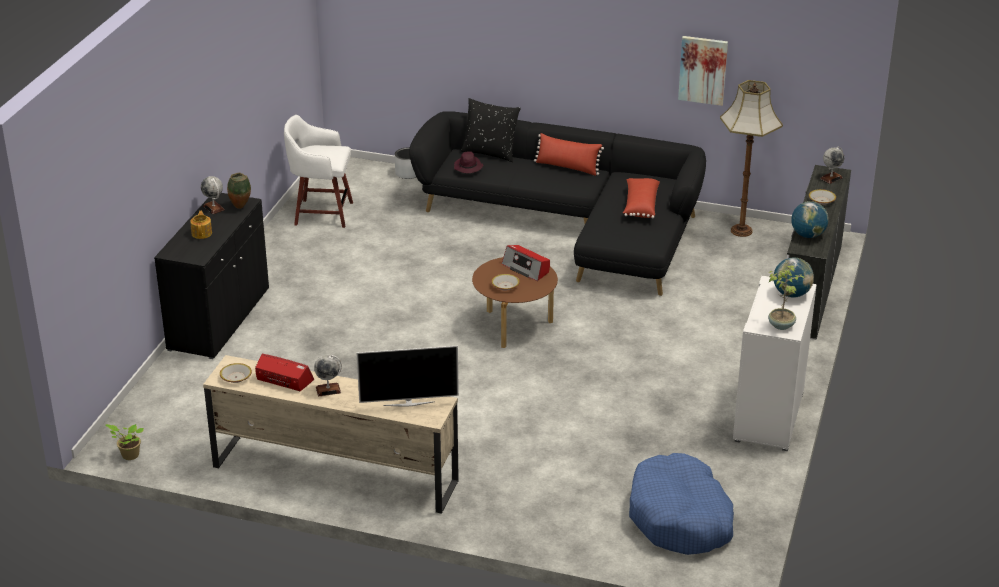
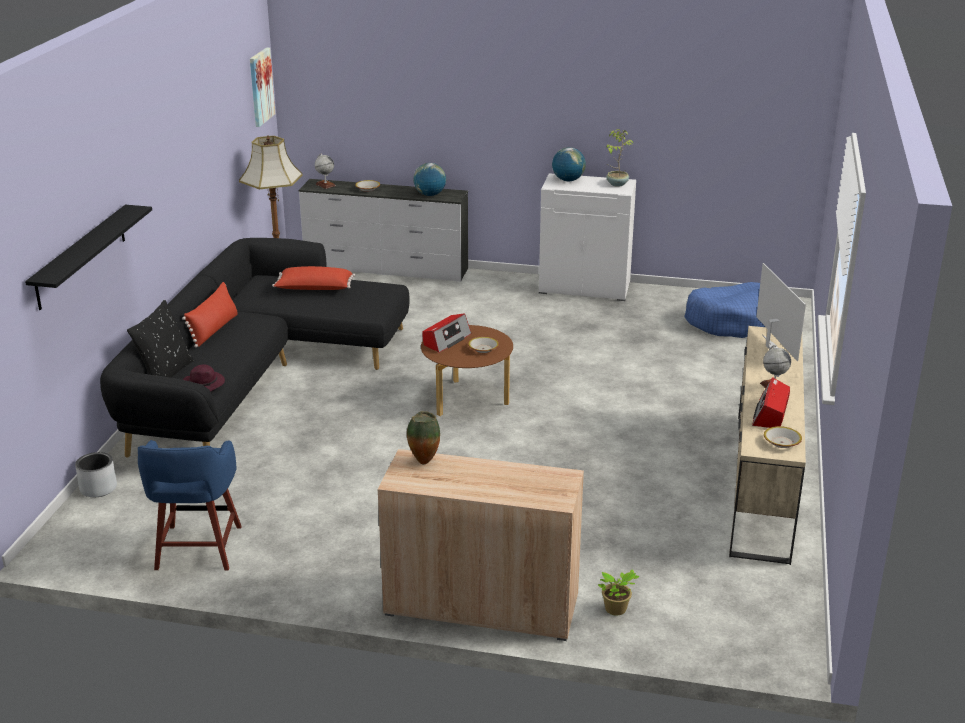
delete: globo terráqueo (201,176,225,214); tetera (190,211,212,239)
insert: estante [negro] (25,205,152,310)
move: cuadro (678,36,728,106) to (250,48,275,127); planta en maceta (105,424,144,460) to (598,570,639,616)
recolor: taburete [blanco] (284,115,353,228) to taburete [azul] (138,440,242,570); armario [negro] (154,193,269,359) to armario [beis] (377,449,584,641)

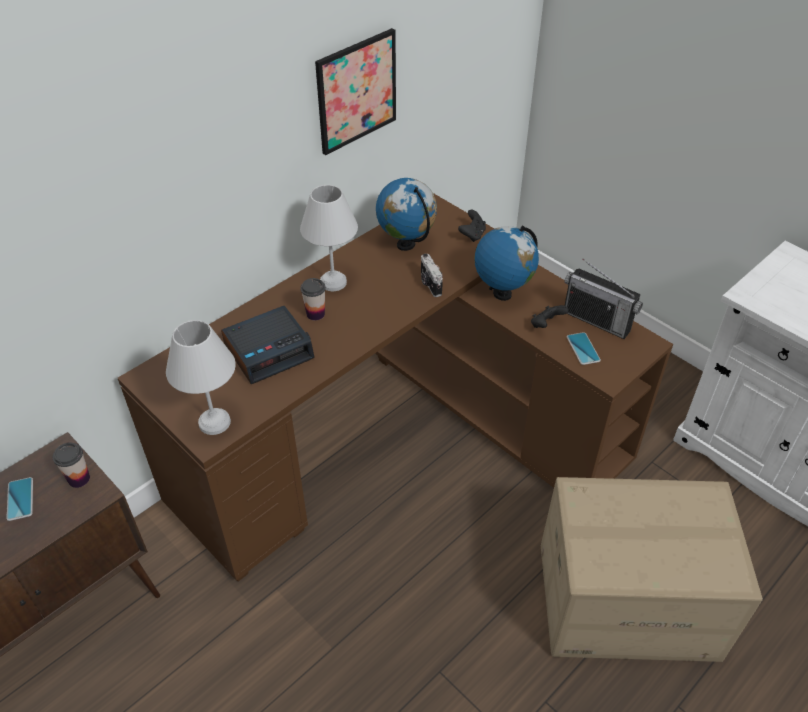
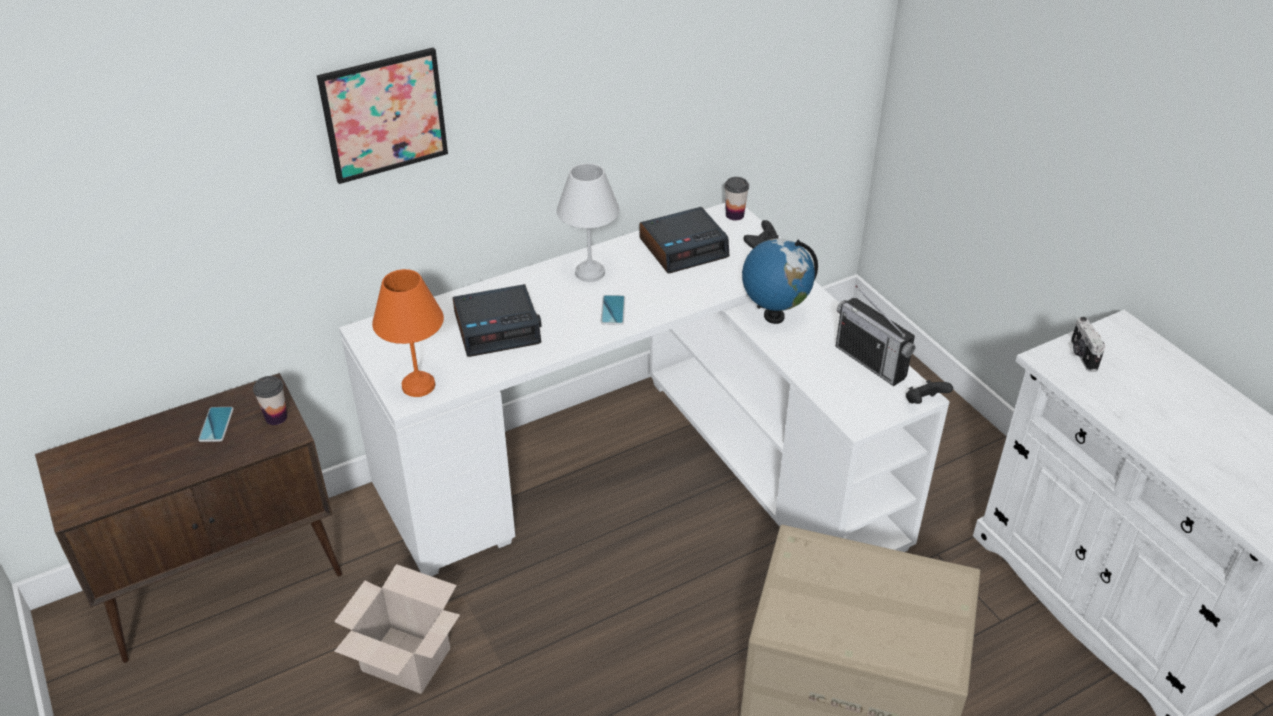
insert: caja de cartón (334,564,460,694)
move: cuadro (315,28,396,155) to (317,47,448,184); cámara (421,254,443,297) to (1071,317,1105,372); taza (300,278,326,320) to (724,177,749,220); mando de consola [negro] (531,305,569,328) to (906,380,953,404); móvil (567,332,601,365) to (601,295,625,325)
replace: globo terráqueo (376,178,437,251) to despertador (639,207,729,273)
recolor: escritorio [marrón] (118,193,673,582) to escritorio [blanco] (339,203,950,576); lámpara de mesa [blanco] (166,320,236,435) to lámpara de mesa [naranja] (372,269,444,397)

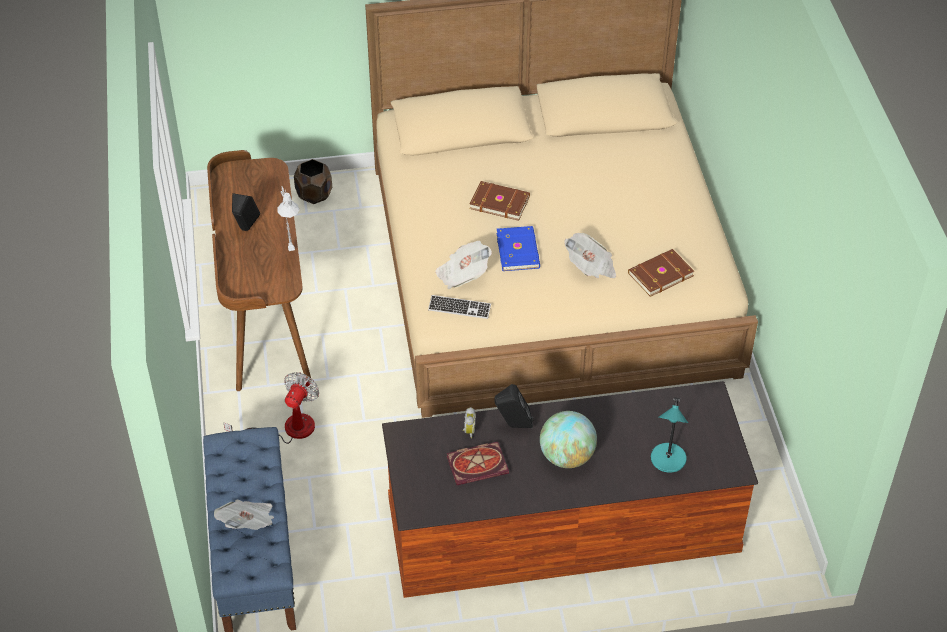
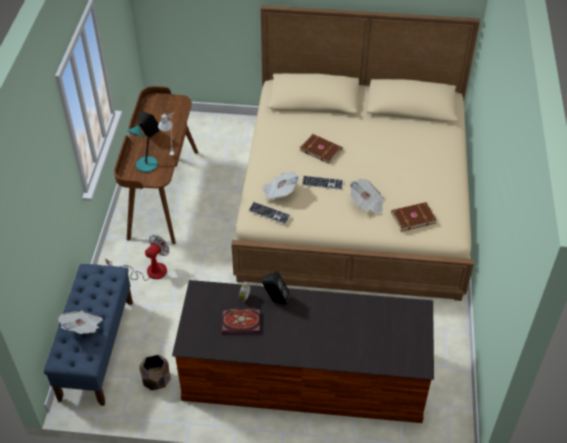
delete: globo terráqueo (540,411,597,468)
move: maceta [marrón] (294,159,332,204) to (140,355,171,390); lámpara de mesa [turquesa] (651,397,688,472) to (127,121,158,172)
replace: libro [azul] (496,226,540,271) to teclado (302,175,343,190)

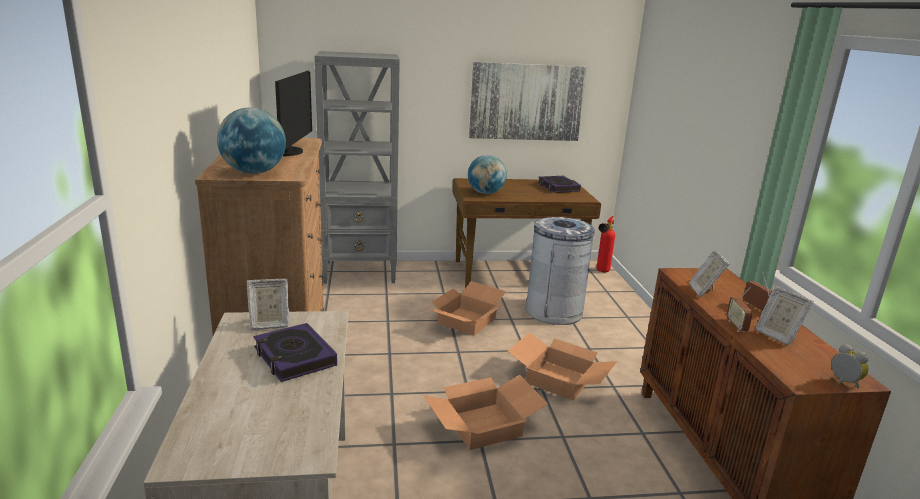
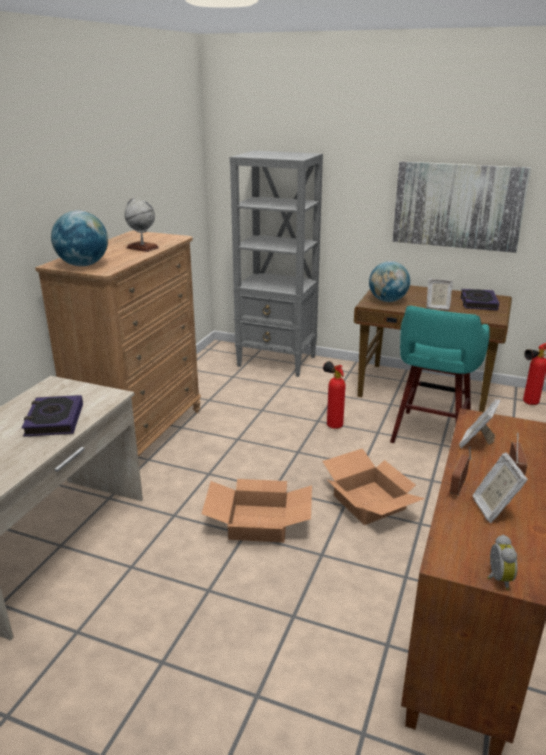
move: portarretratos (247,279,289,330) to (426,278,453,310)
replace: monitor (275,71,312,156) to globo terráqueo (124,198,159,252); papelera [gris] (526,217,595,325) to taburete [turquesa] (390,306,490,443); caja de cartón (428,281,506,336) to extintor (323,361,346,429)

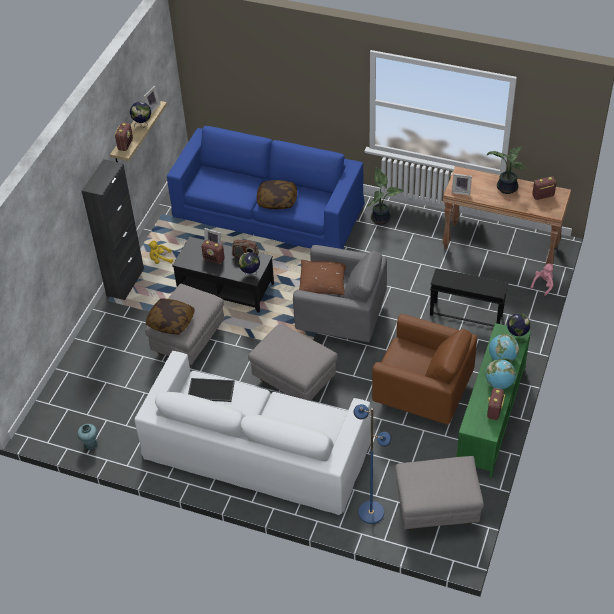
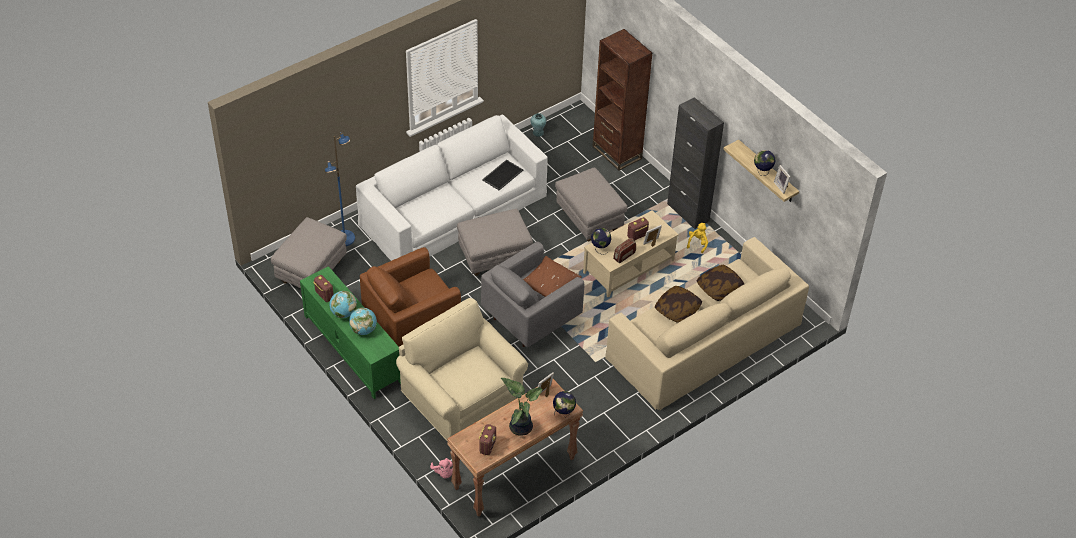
delete: radio (114,123,133,151); planta en maceta (367,167,403,225)
insert: estantería [marrón] (592,29,653,171)
move: cojín (146,299,194,334) to (696,265,744,301); globo terráqueo (507,313,530,343) to (553,391,576,417)
replace: mesa auxiliar [negro] (430,269,508,327) to sillón [beis] (396,298,528,442)
recolor: sofá [azul] (167,126,364,249) to sofá [beis] (605,237,809,410); mesa de centro [negro] (172,236,274,313) to mesa de centro [beis] (583,210,679,297)

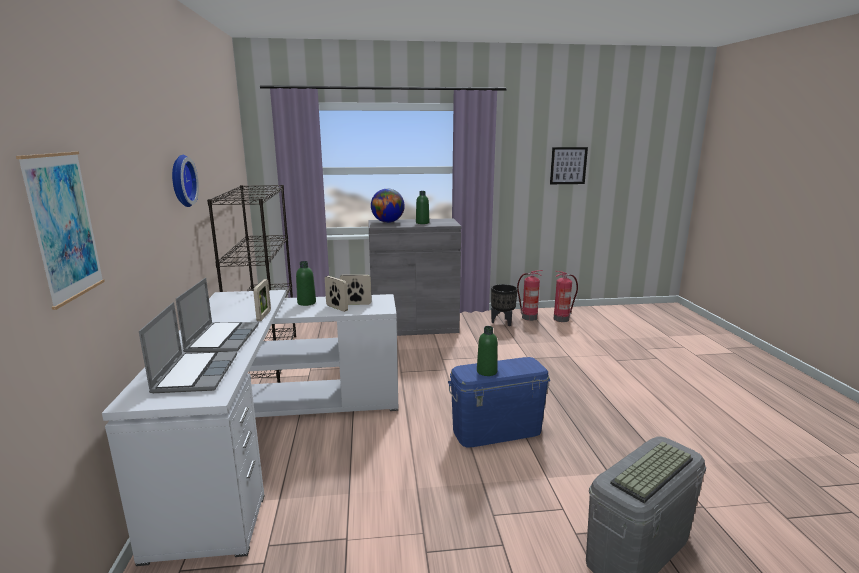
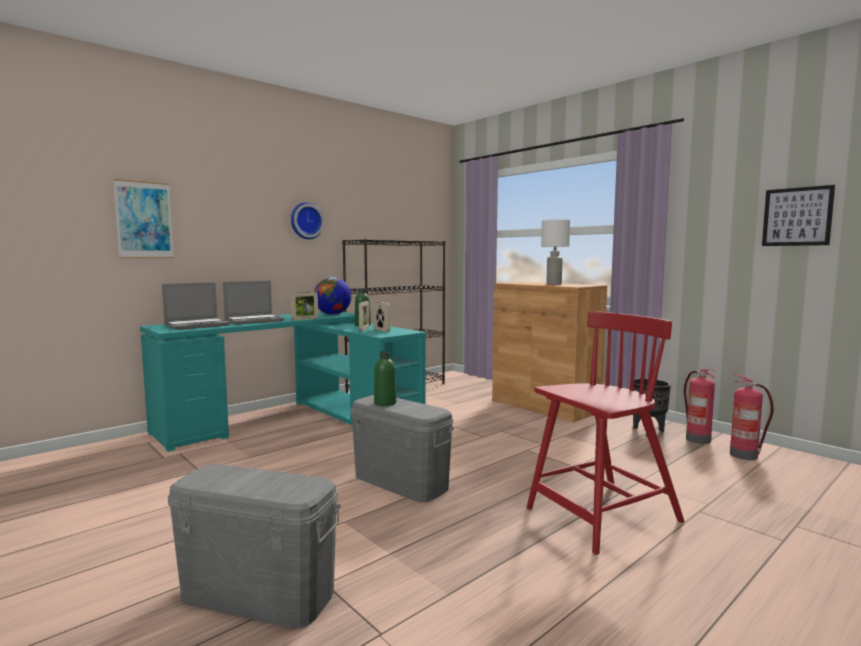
delete: teclado (610,441,693,503)
insert: silla [rojo] (527,311,685,555)
move: globo terráqueo (371,189,405,223) to (314,277,352,315)
replace: botella [verde] (416,191,429,224) to lámpara de mesa [blanco] (541,220,570,285)
recolor: armario [gris] (369,218,461,336) to armario [marrón] (492,282,607,423); escritorio [blanco] (102,290,398,566) to escritorio [turquesa] (140,312,426,452); caja de almacenaje [azul] (448,357,550,448) to caja de almacenaje [gris] (351,395,454,502)

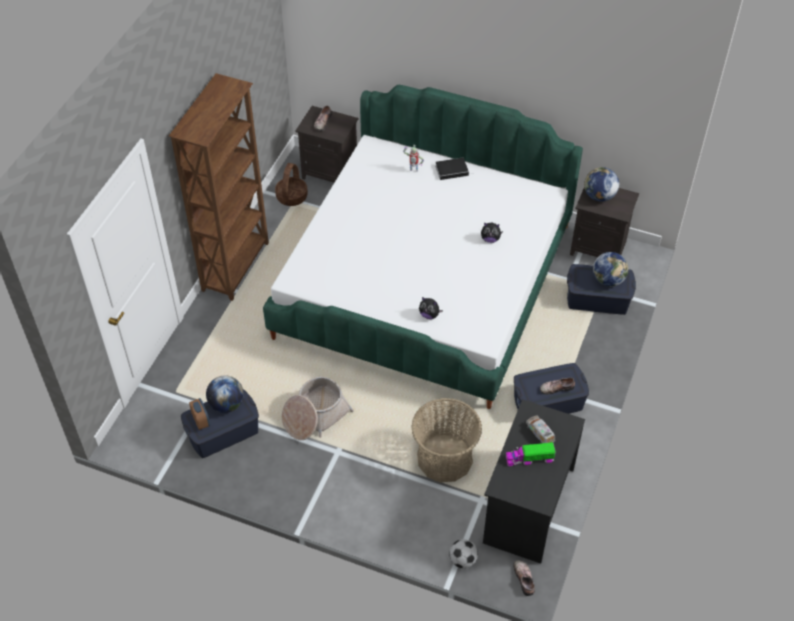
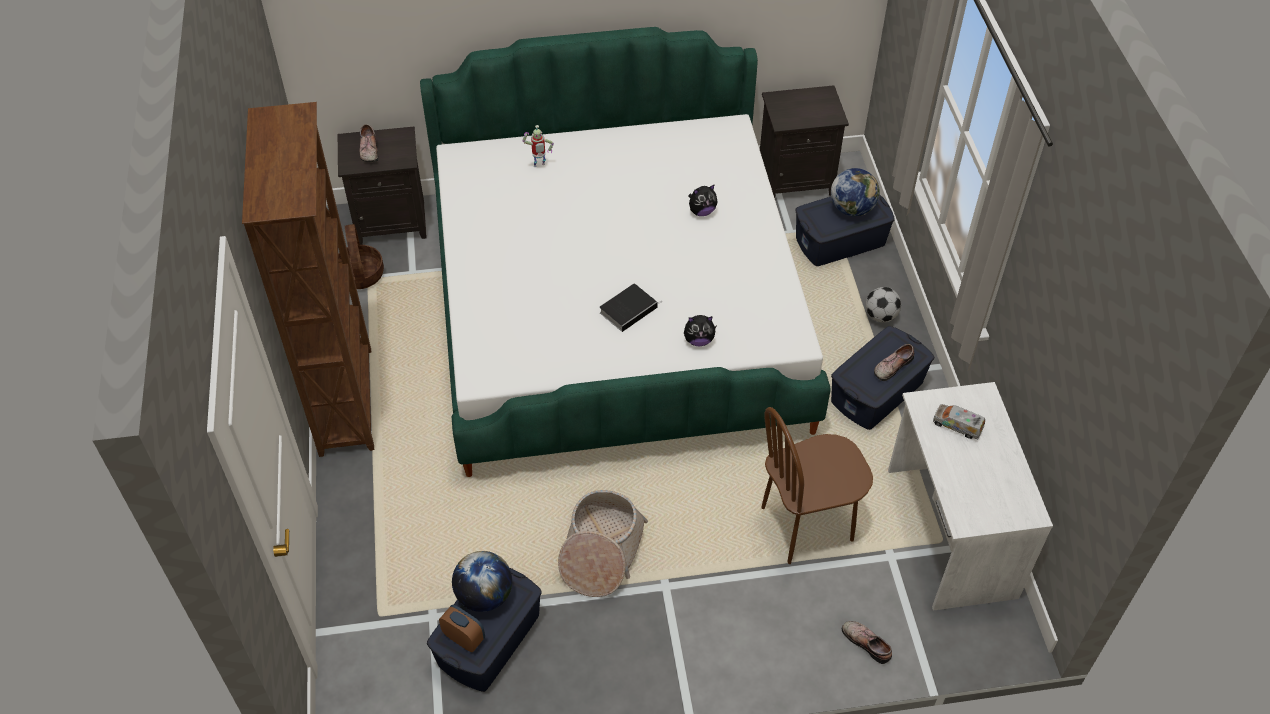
delete: globo terráqueo (584,167,619,202); camión de juguete (505,442,556,466)
move: libro (435,158,471,180) to (600,284,661,332); balón de fútbol (449,539,478,569) to (866,287,901,323); zapato (513,560,535,596) to (842,621,892,664)
replace: cesta (411,398,482,483) to silla [marrón] (761,407,873,564)
recolor: escritorio [negro] (483,399,585,564) to escritorio [blanco] (888,382,1053,611)

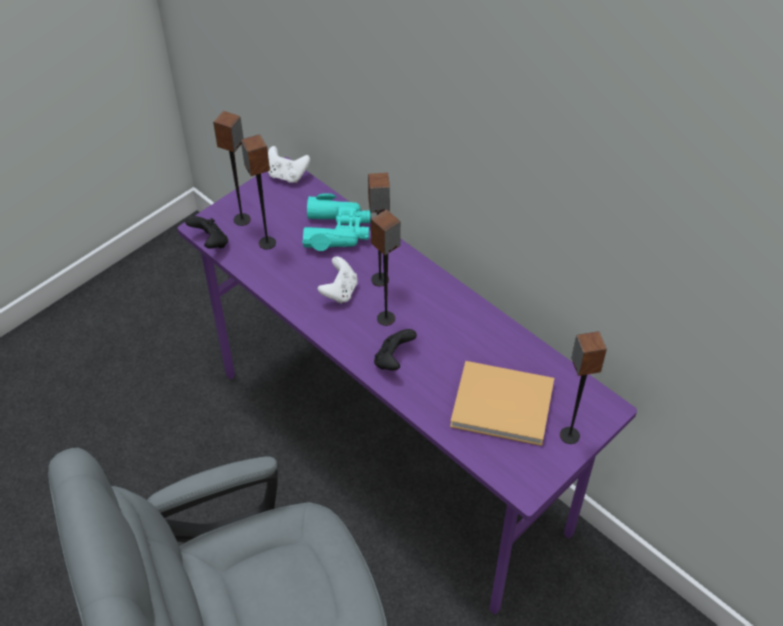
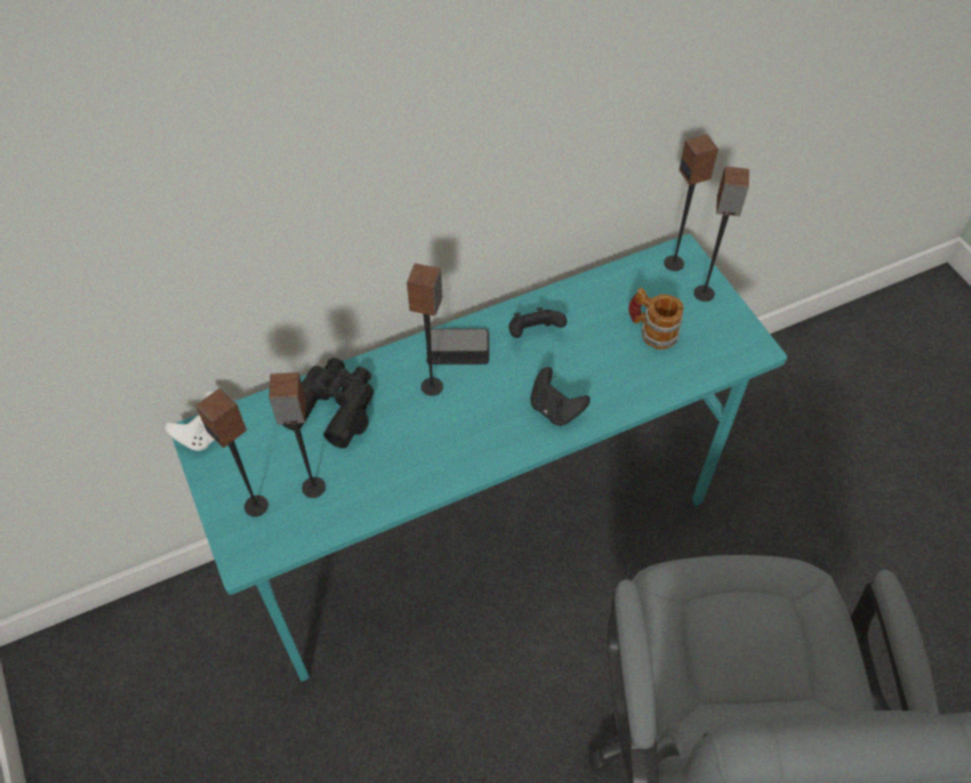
delete: mando de consola [blanco] (318,256,358,304)
insert: móvil (427,328,489,365)
move: altavoz (371,209,401,326) to (664,134,719,271); mando de consola [negro] (185,216,228,249) to (509,307,567,338)
replace: libro [beis] (450,361,554,446) to taza grande (629,288,684,350)
recolor: escritorio [morado] (177,157,637,614) to escritorio [turquesa] (172,234,787,682); prismáticos [turquesa] (302,193,371,251) to prismáticos [negro] (282,358,374,448)

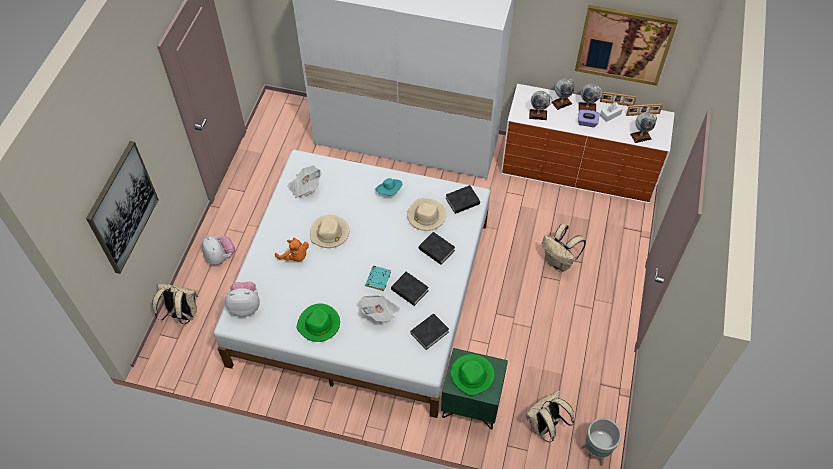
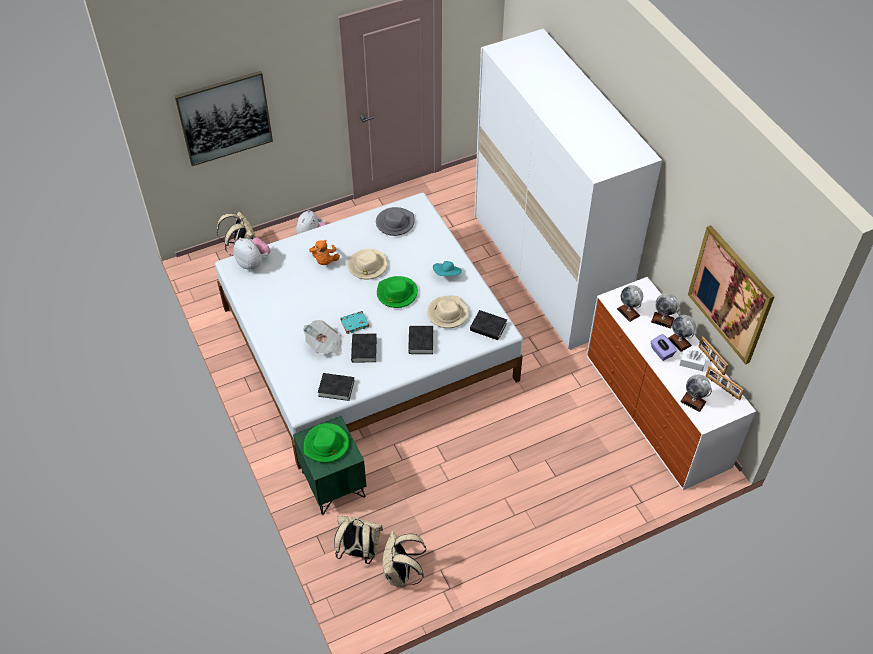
delete: maceta [gris] (581,418,622,466)
move: mochila [beis] (542,224,586,272) to (382,531,426,586); sombrero [verde] (296,304,340,342) to (377,276,418,308)
replace: periódico (287,165,322,198) to sombrero [gris] (376,207,415,236)

